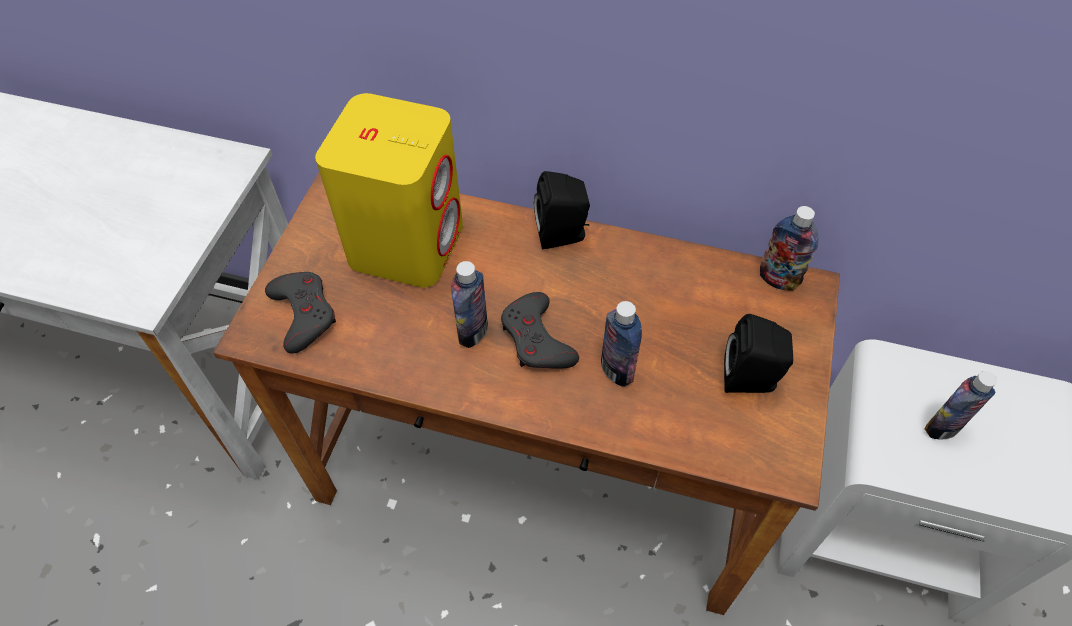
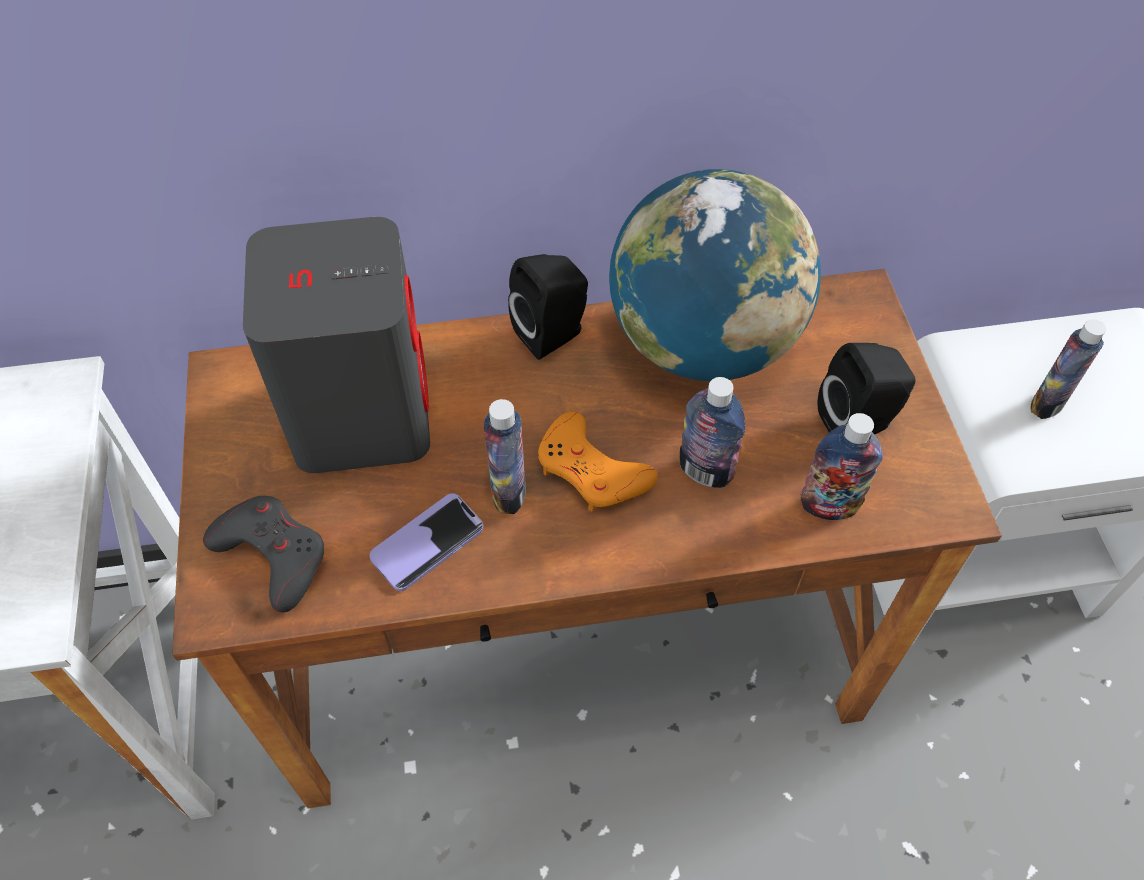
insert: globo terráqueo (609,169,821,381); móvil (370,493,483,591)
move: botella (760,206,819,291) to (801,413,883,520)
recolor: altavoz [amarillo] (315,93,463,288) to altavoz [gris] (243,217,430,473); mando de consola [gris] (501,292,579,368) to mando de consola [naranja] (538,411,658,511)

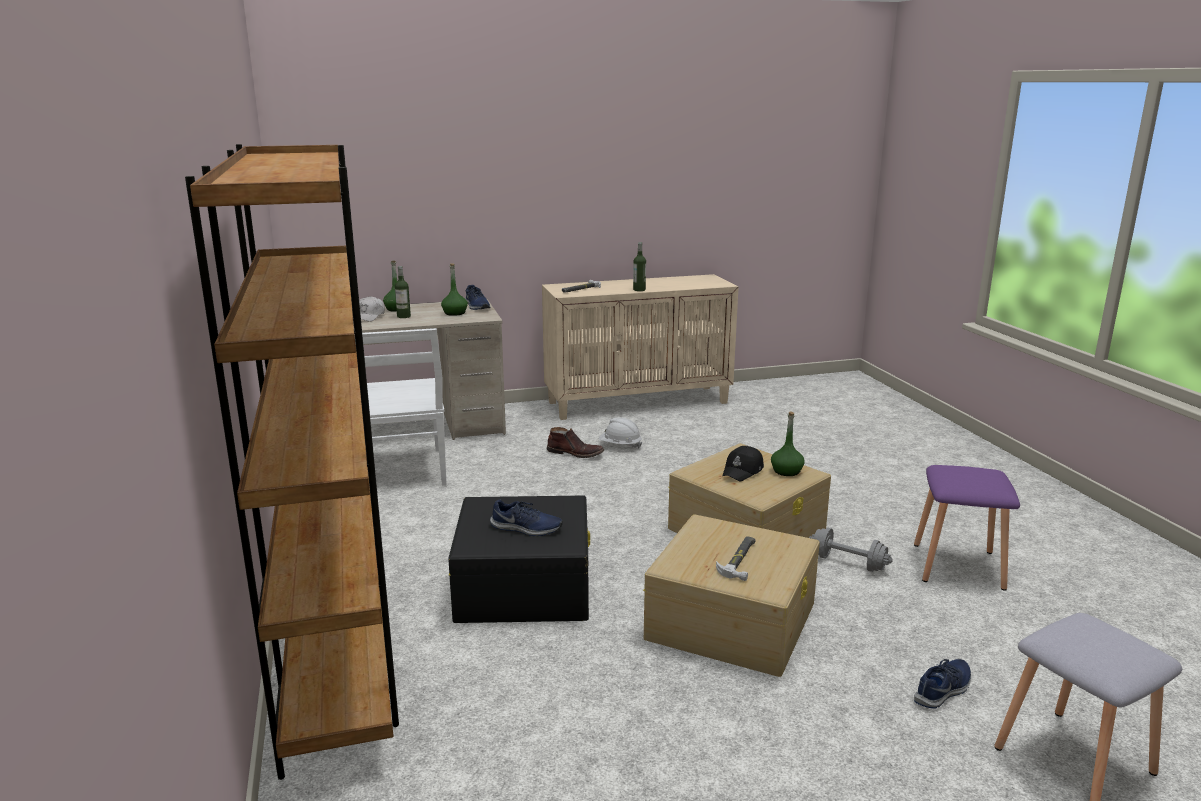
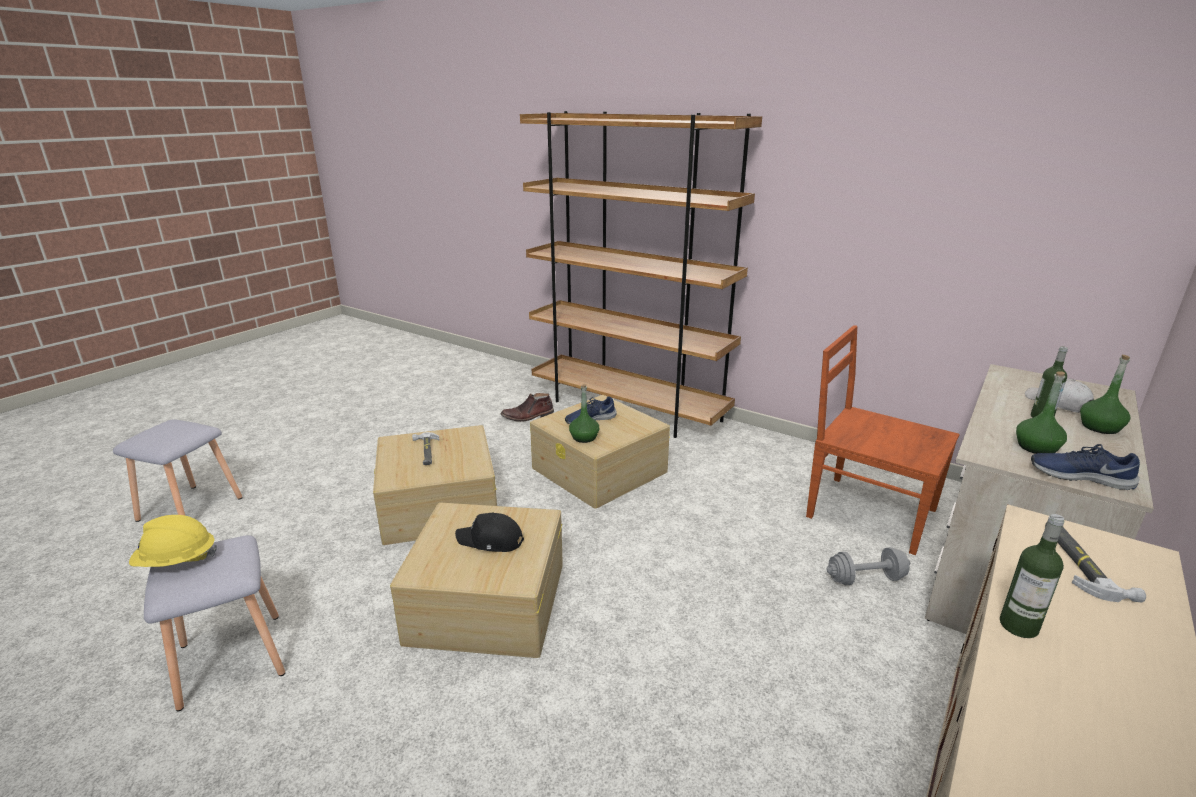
delete: casco [blanco] (599,417,642,448); zapato [azul] (914,659,971,708)
insert: casco [amarillo] (129,515,217,567)
move: botella [verde] (771,412,805,476) to (569,384,599,443); bota [marrón] (547,427,604,458) to (501,393,554,422); mancuerna [gris] (809,528,893,572) to (826,547,910,585)
recolor: silla [blanco] (354,328,447,486) to silla [marrón] (806,325,960,555); taburete [morado] (914,465,1020,591) to taburete [gris] (144,535,285,711); caja de almacenaje [negro] (448,496,590,623) to caja de almacenaje [beis] (530,395,670,509)
rotate: gorra [negro] (722,446,764,481) = (455,512,524,552) 75 degrees counterclockwise

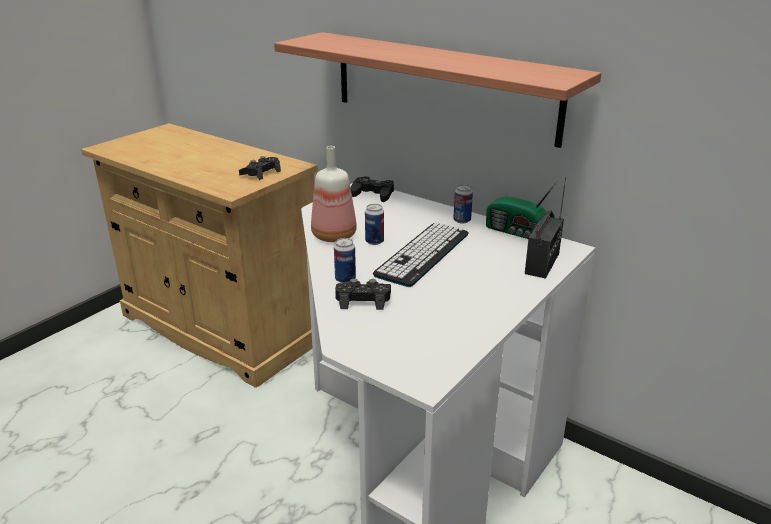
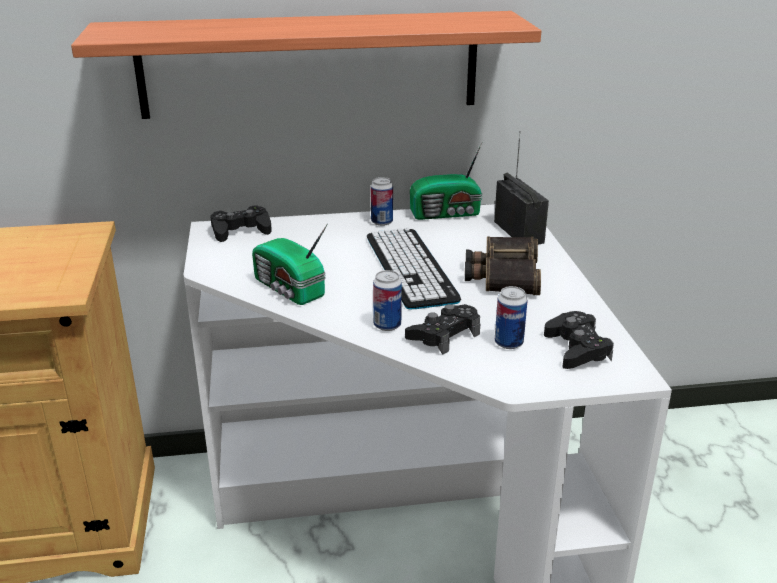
insert: prismáticos (465,236,541,295)
move: mando de consola [negro] (239,156,281,180) to (544,311,614,369); lata (365,204,384,245) to (495,286,527,349)
replace: botella (311,146,357,242) to radio (252,224,328,305)

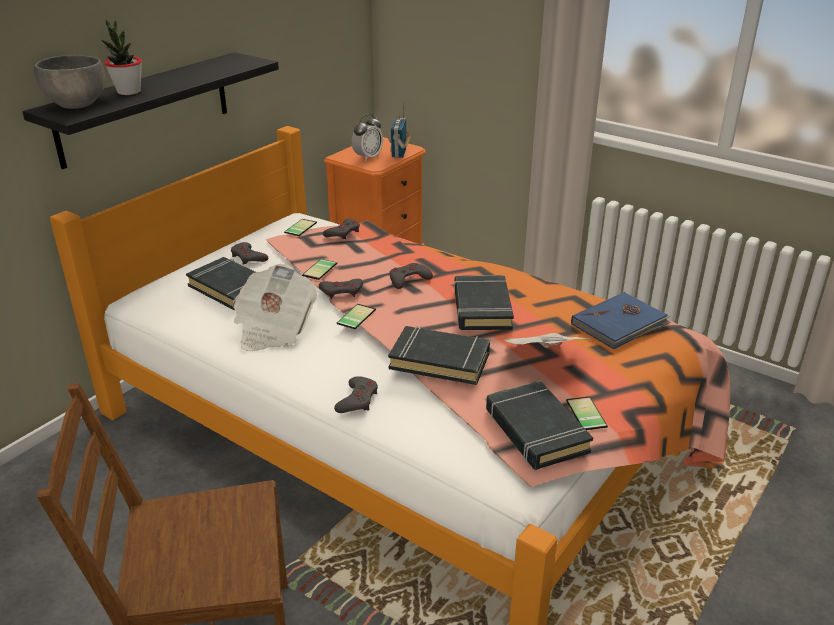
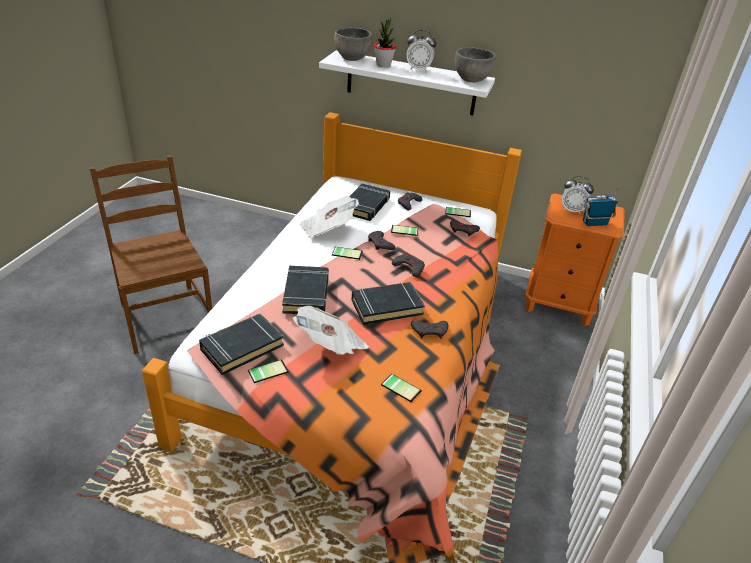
insert: despertador (406,30,436,72); cuenco [gris] (455,47,496,82)
move: mando de consola [gris] (334,376,378,413) to (411,320,448,339)
replace: libro [azul] (571,292,671,349) to móvil (381,374,422,402)
recolor: estante [negro] (22,52,279,169) to estante [blanco] (319,51,495,116)

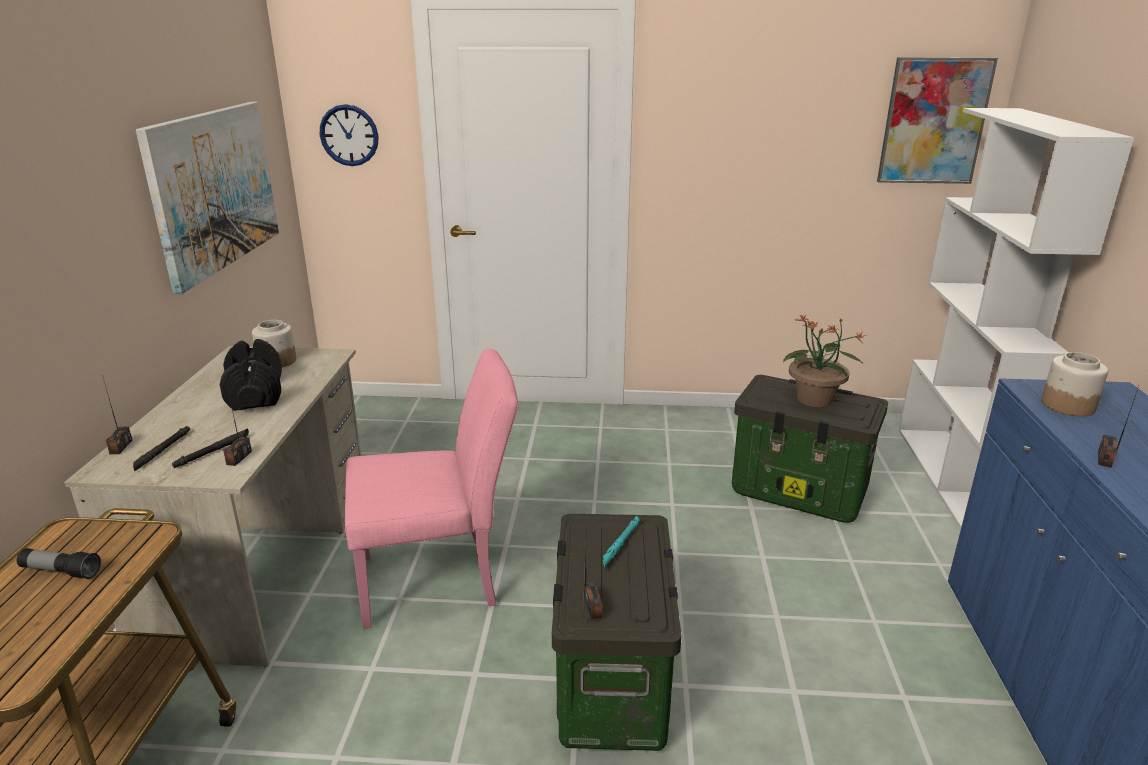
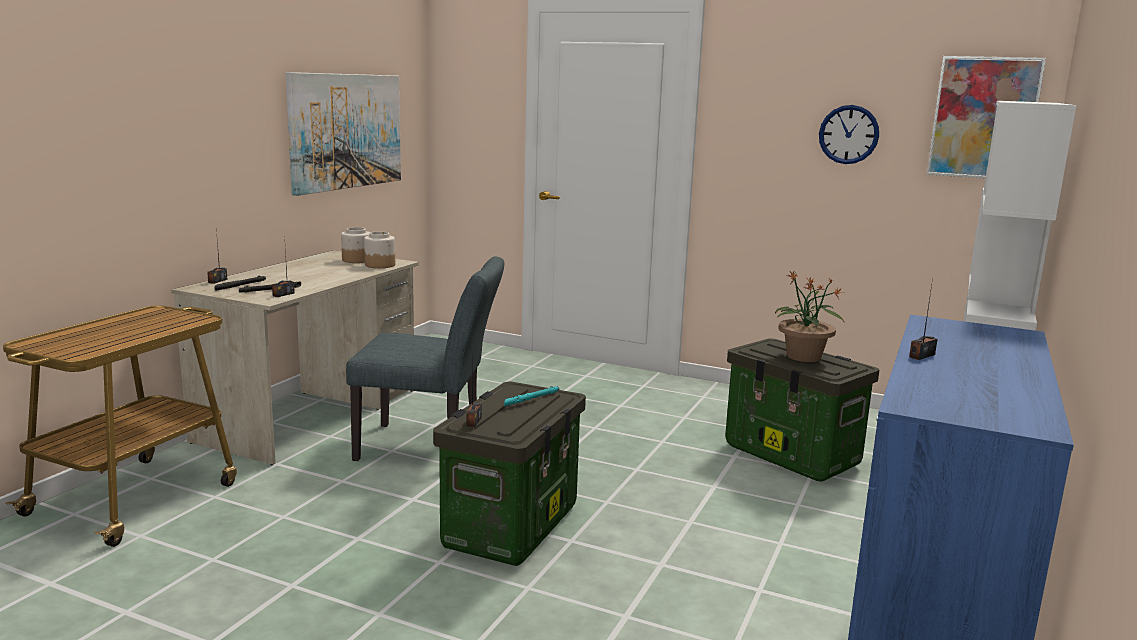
delete: mancuerna [negro] (220,339,282,411); linterna (17,548,101,579)
move: reloj de pared (320,104,379,166) to (819,105,879,164); tarro (1041,352,1108,416) to (364,232,395,268)
recolor: silla [rosa] (345,349,518,629) to silla [gris] (346,256,504,461)

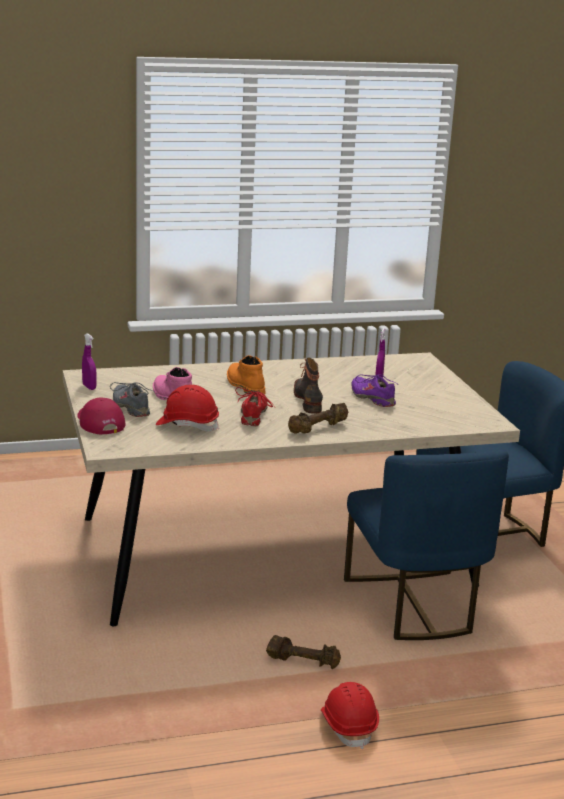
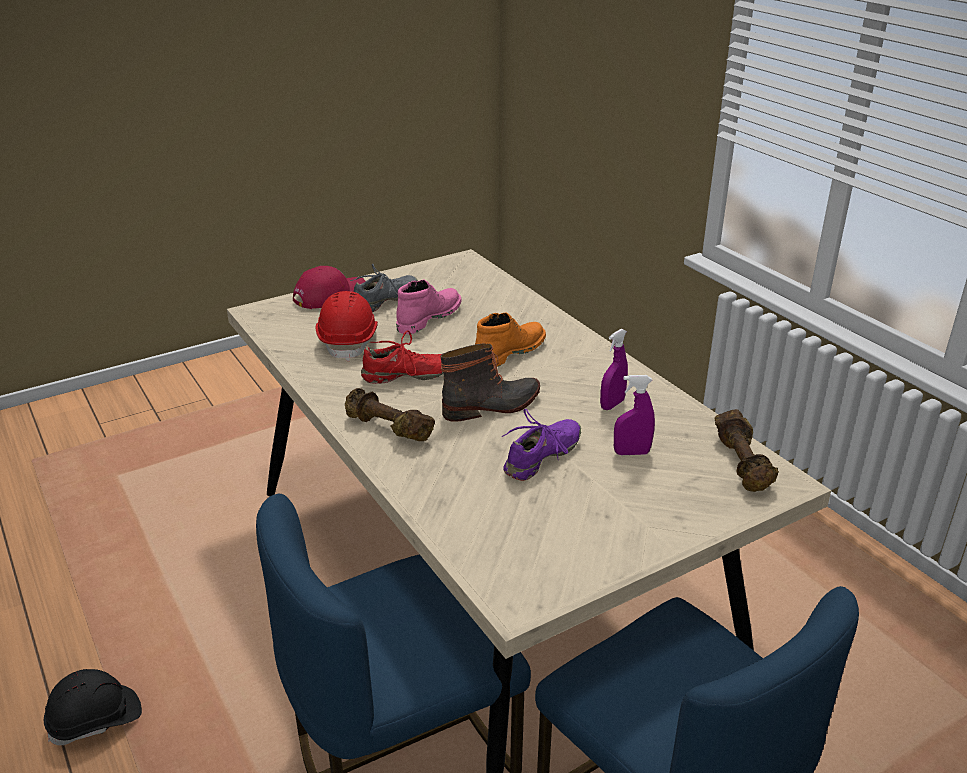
move: pulverizador [morado] (82,333,97,390) to (600,329,628,410); mancuerna [marrón] (266,635,341,669) to (715,409,779,492)
recolor: casco [rojo] (321,682,379,749) to casco [negro] (44,669,142,745)

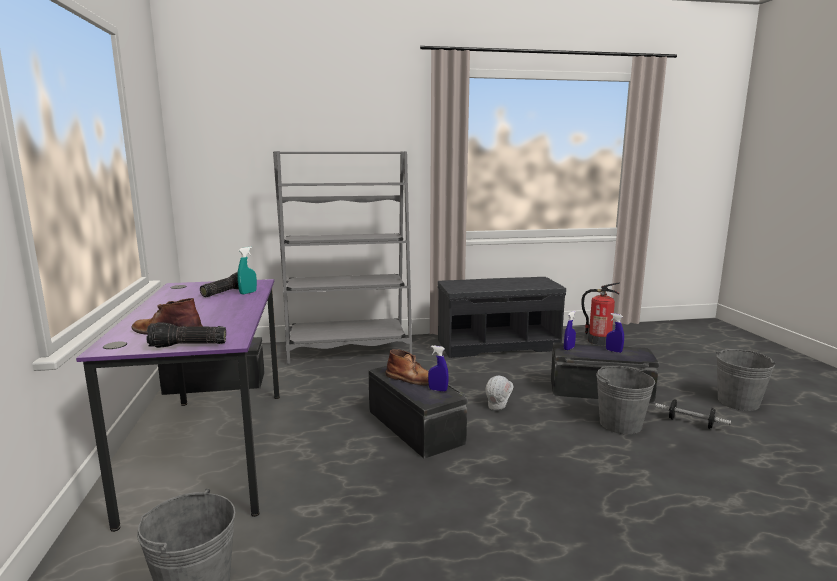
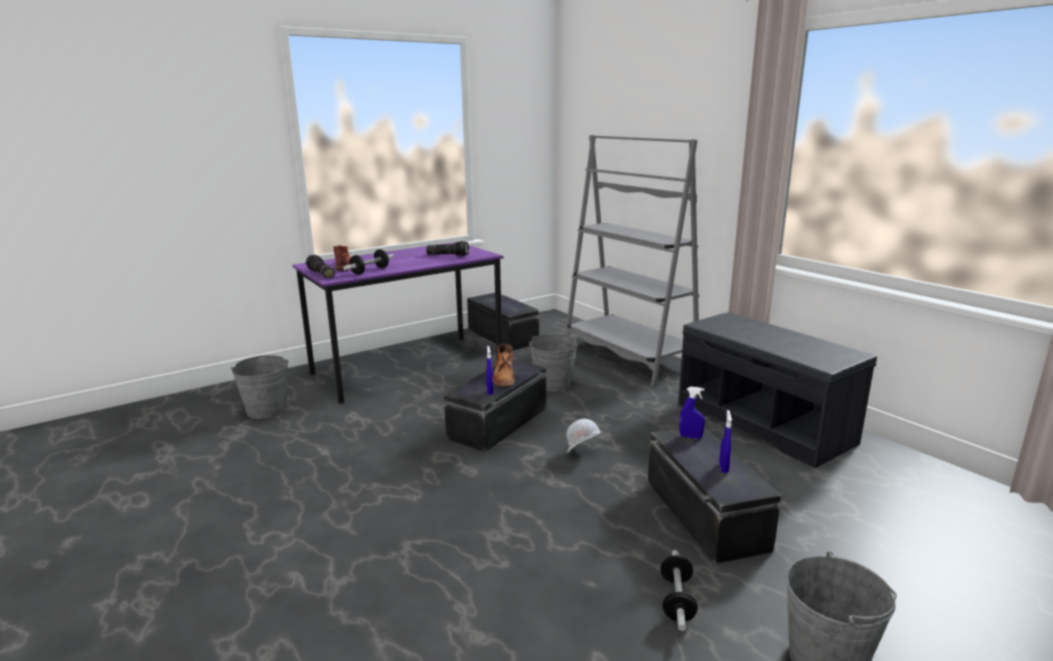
delete: pulverizador [turquesa] (237,247,257,294); extintor (581,283,620,345)
insert: mancuerna (343,249,394,275)
move: cubo [gris] (596,366,655,434) to (529,334,578,392)

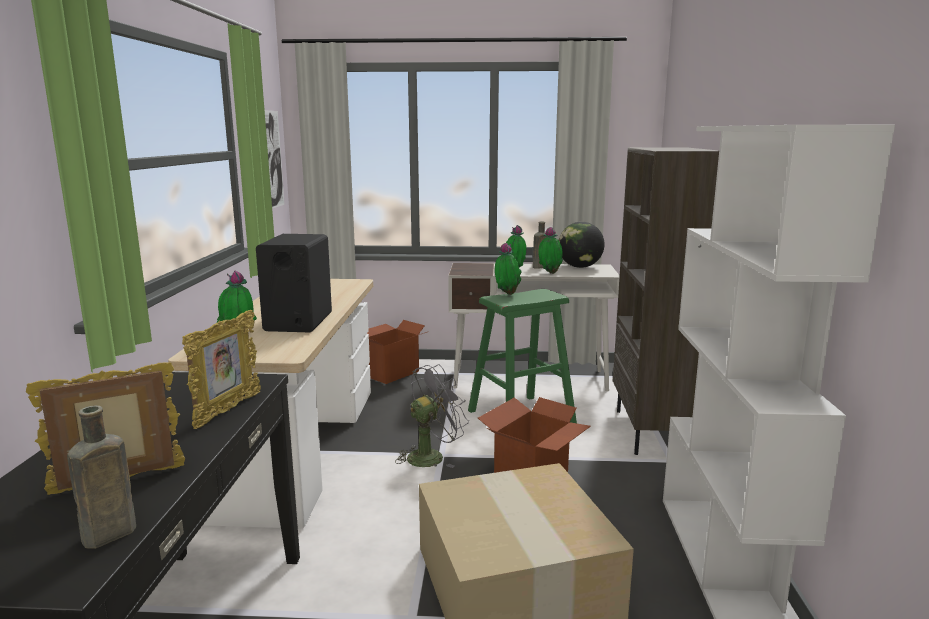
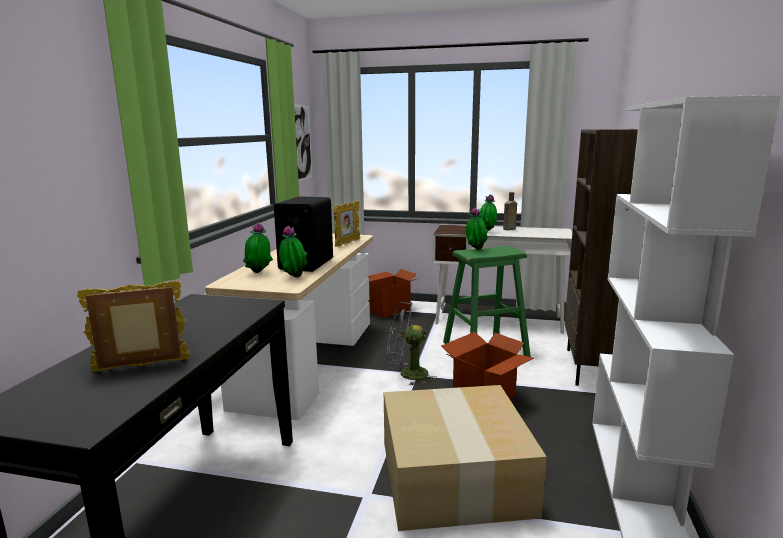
delete: globo terráqueo (559,222,605,268); botella [marrón] (67,405,136,549)
move: planta en maceta (538,227,563,274) to (279,226,307,278); portarretratos (182,310,261,429) to (333,201,360,247)
rotate: ventilador [gris] (395,364,469,468) = (387,302,437,386) 150 degrees counterclockwise

